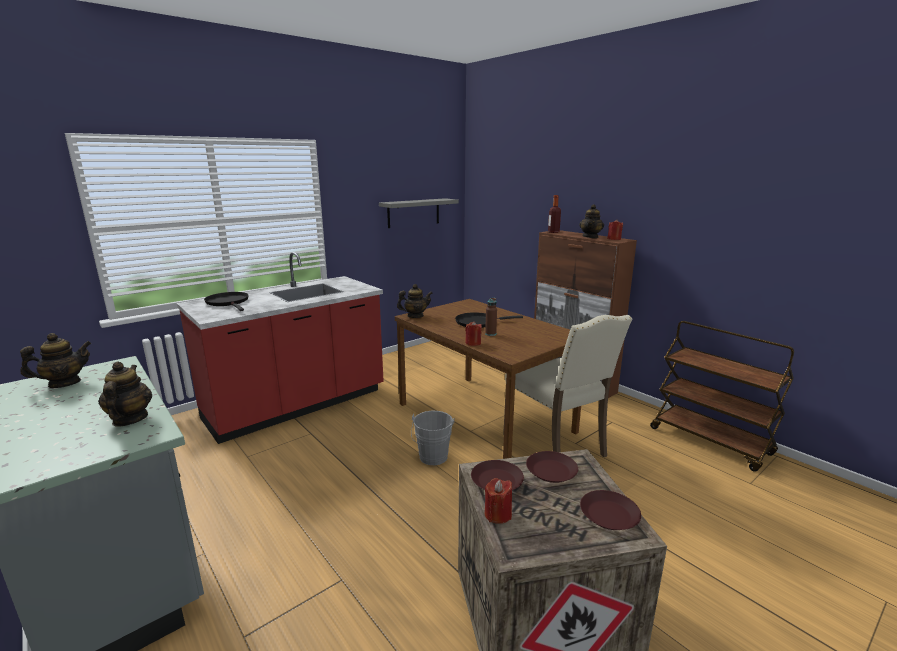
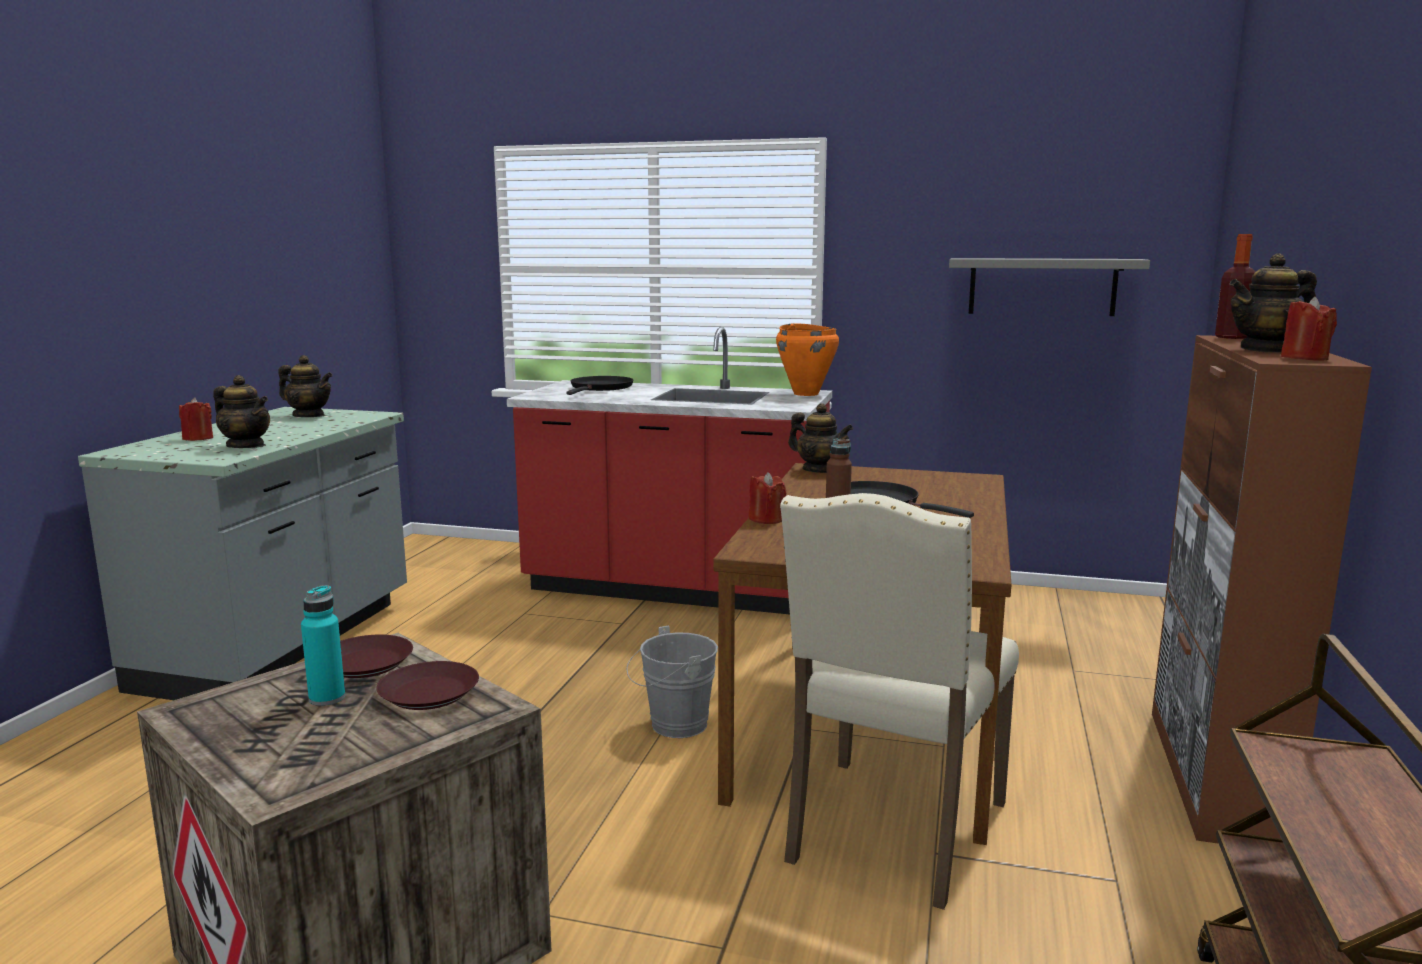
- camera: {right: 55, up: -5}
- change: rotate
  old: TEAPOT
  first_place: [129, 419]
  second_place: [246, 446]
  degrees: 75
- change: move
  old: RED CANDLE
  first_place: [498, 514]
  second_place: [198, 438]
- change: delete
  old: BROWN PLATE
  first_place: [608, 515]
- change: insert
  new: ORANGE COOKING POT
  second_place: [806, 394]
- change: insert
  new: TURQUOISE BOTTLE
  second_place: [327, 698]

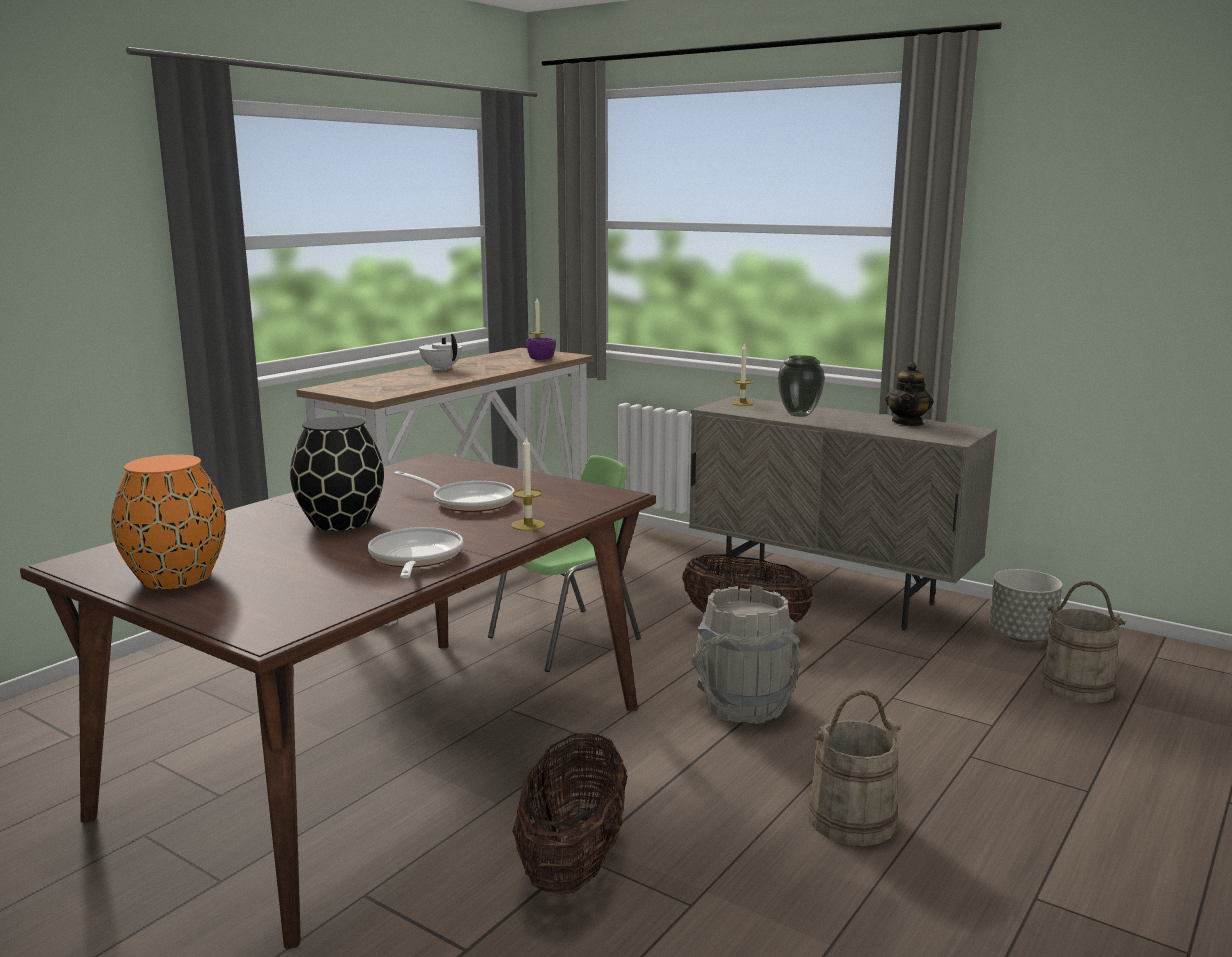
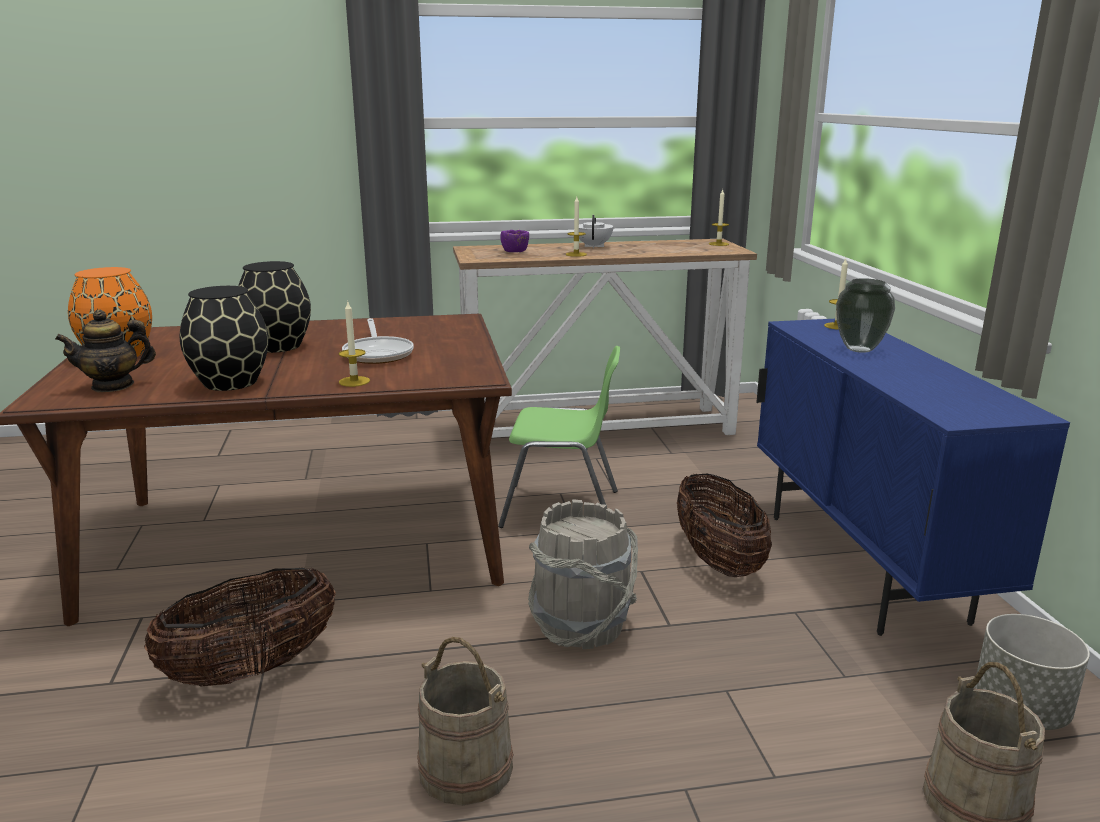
- camera: {right: 45, up: 5}
- change: move
  old: PURPLE BOWL
  first_place: [541, 359]
  second_place: [515, 251]
- change: move
  old: TEAPOT
  first_place: [908, 423]
  second_place: [113, 386]
- change: recolor
  old: BEIGE CABINET
  new: BLUE CABINET
  first_place: [828, 596]
  second_place: [863, 566]
- change: replace
  old: FRYING PAN
  new: BLACK VASE
  first_place: [414, 559]
  second_place: [229, 382]
- change: insert
  new: CANDLE
  second_place: [576, 254]

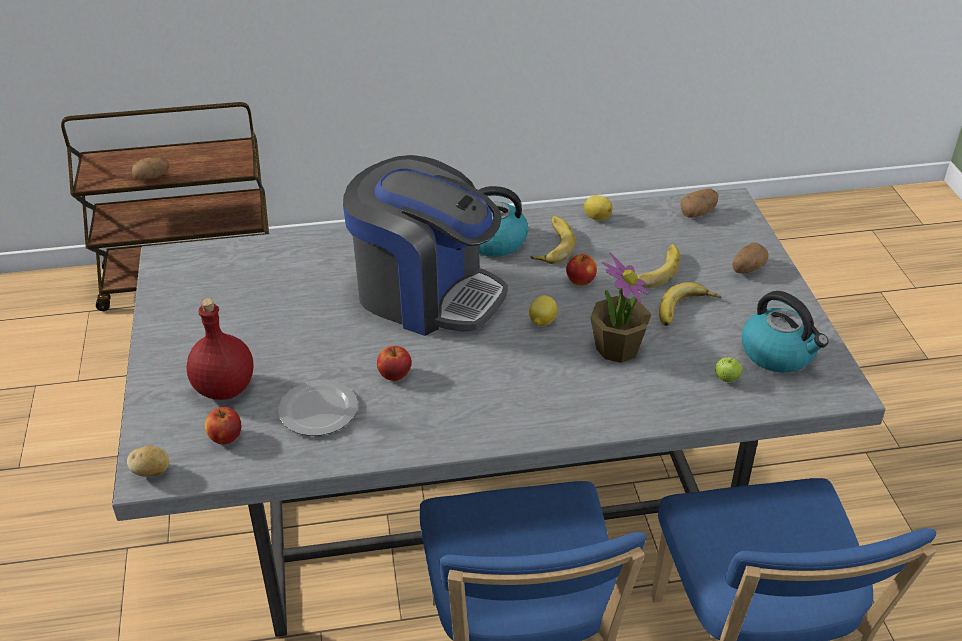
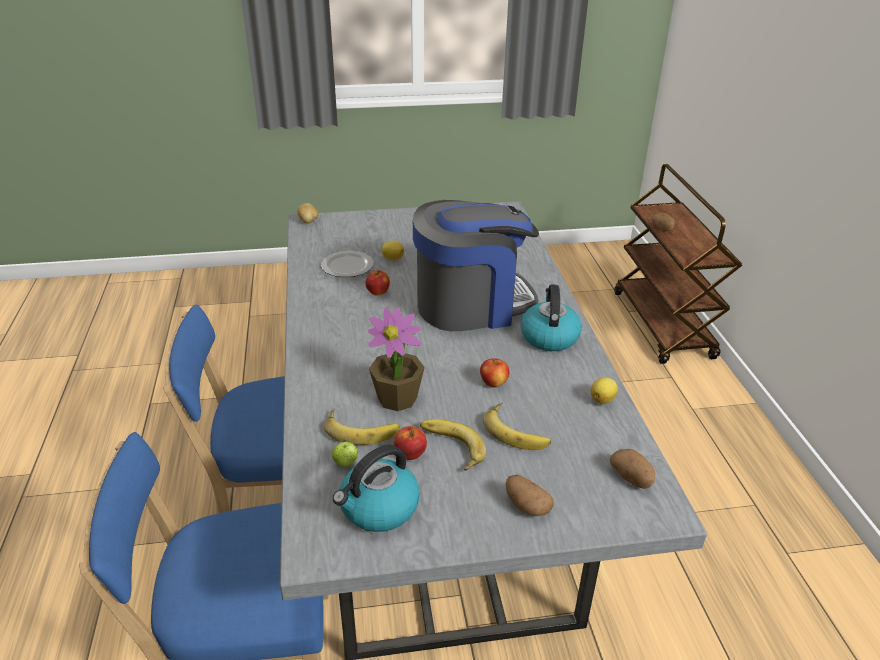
- camera: {right: 90, up: -5}
- change: rotate
  old: COFFEE MACHINE
  first_place: [426, 294]
  second_place: [472, 304]
  degrees: -135
- change: move
  old: BANANA
  first_place: [550, 244]
  second_place: [361, 428]
- change: move
  old: LEMON
  first_place: [542, 322]
  second_place: [392, 259]
- change: delete
  old: RED BOTTLE
  first_place: [225, 388]
- change: move
  old: APPLE
  first_place: [225, 438]
  second_place: [410, 454]

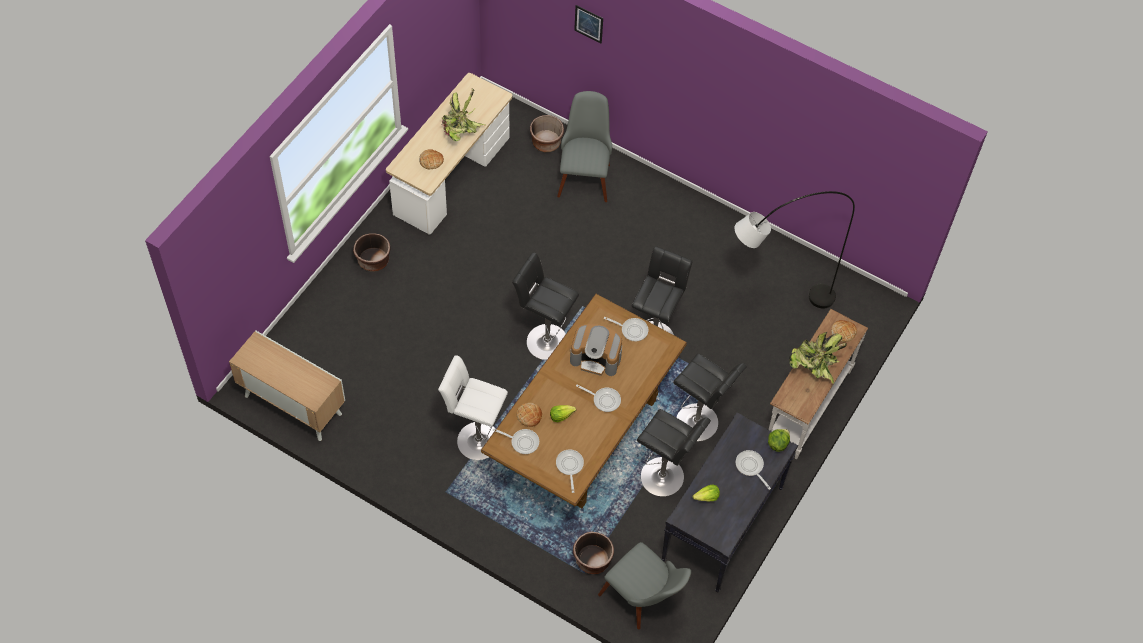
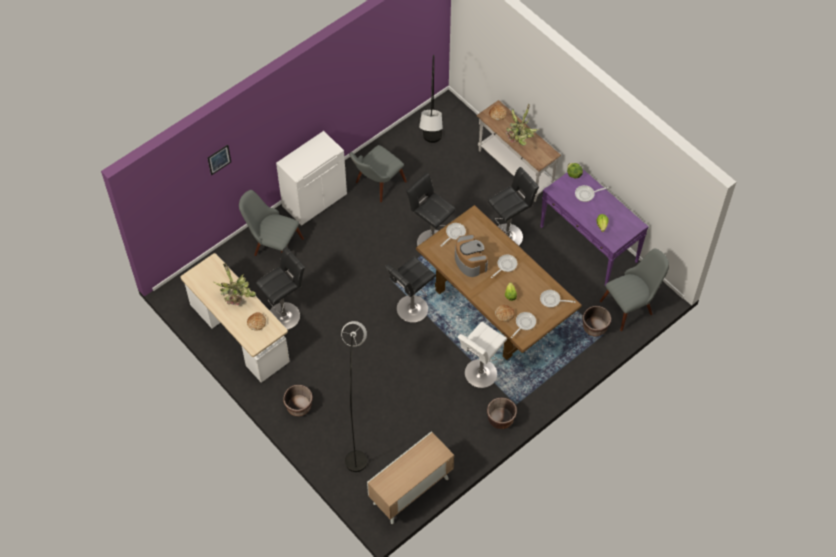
- camera: {right: -70, up: 0}
- change: move
  old: BROWN PLANTER
  first_place: [546, 142]
  second_place: [501, 419]
- change: rotate
  old: COFFEE MACHINE
  first_place: [596, 357]
  second_place: [470, 261]
  degrees: -60
- change: move
  old: BLACK STOOL
  first_place: [665, 478]
  second_place: [286, 314]
- change: recolor
  old: BLACK CONSOLE TABLE
  new: PURPLE CONSOLE TABLE
  first_place: [722, 524]
  second_place: [589, 244]
- change: insert
  new: WHITE CABINET
  second_place: [314, 200]
- change: insert
  new: GREY CHAIR
  second_place: [376, 185]
- change: insert
  new: GREY FLOOR LAMP
  second_place: [357, 423]

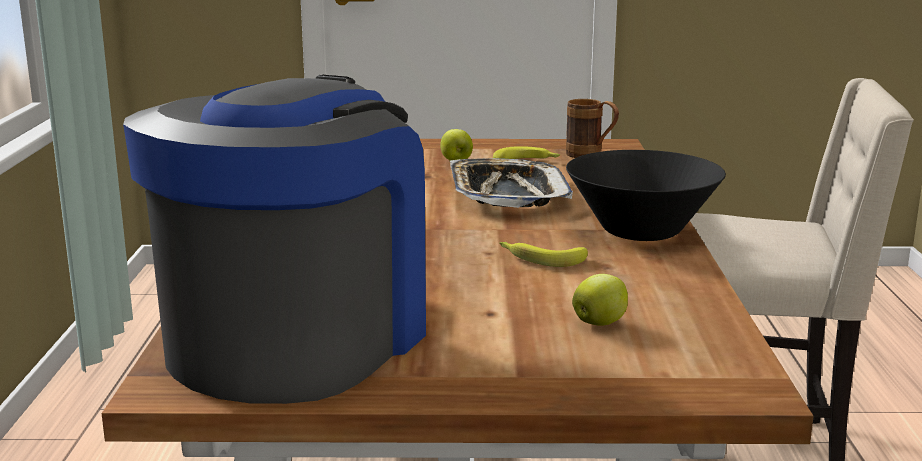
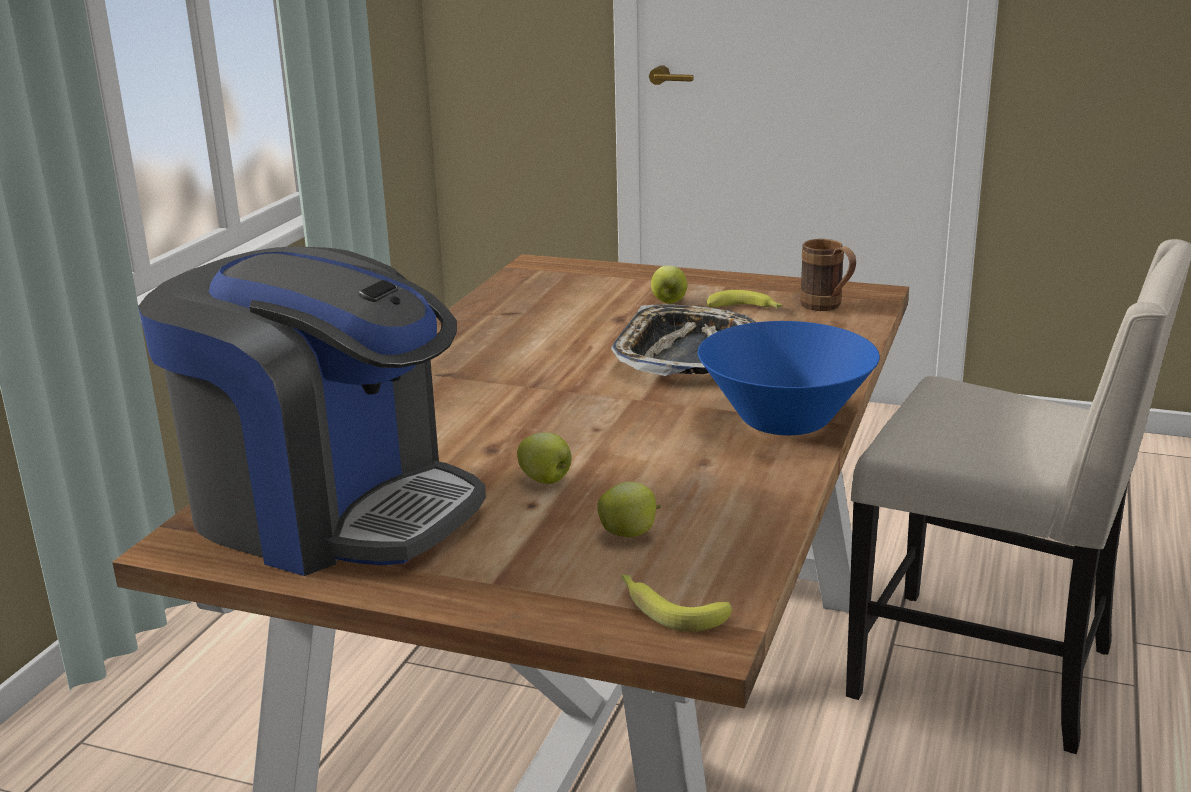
- camera: {right: 20, up: 5}
- change: rotate
  old: COFFEE MACHINE
  first_place: [298, 339]
  second_place: [329, 509]
  degrees: 75
- change: recolor
  old: BLACK BOWL
  new: BLUE BOWL
  first_place: [640, 231]
  second_place: [784, 420]
- change: move
  old: BANANA
  first_place: [540, 259]
  second_place: [668, 609]
- change: insert
  new: APPLE
  second_place: [546, 480]

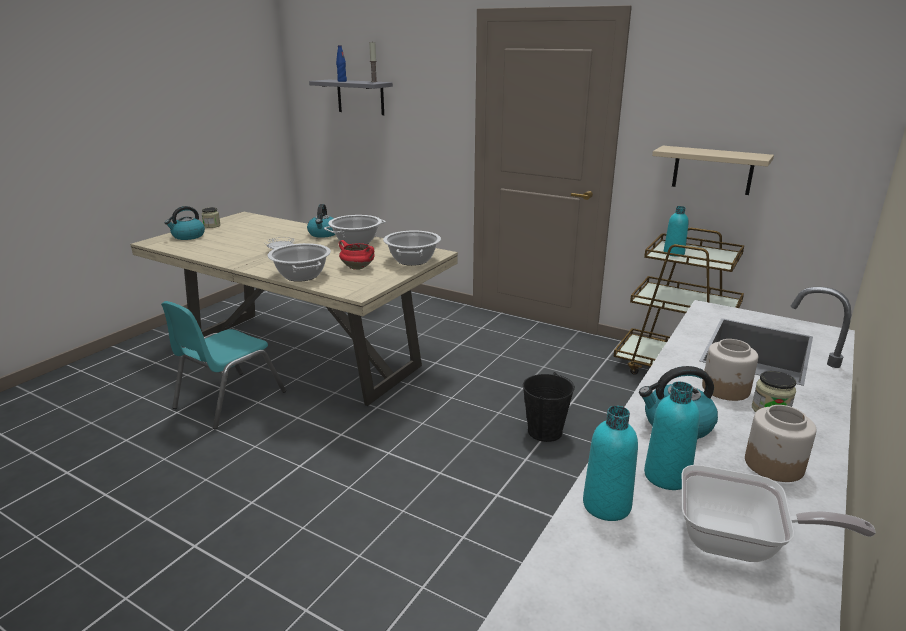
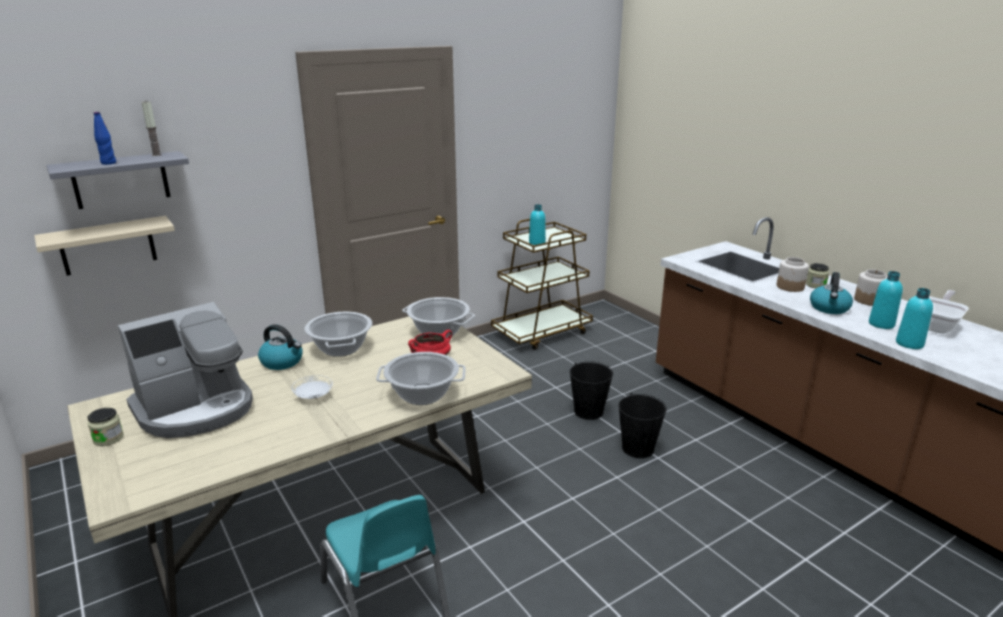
- camera: {right: -65, up: 0}
- change: move
  old: BEIGE SHELF
  first_place: [712, 170]
  second_place: [108, 246]
- change: delete
  old: KETTLE
  first_place: [188, 236]
- change: insert
  new: COFFEE MACHINE
  second_place: [196, 409]
- change: insert
  new: BLACK BUCKET
  second_place: [637, 448]

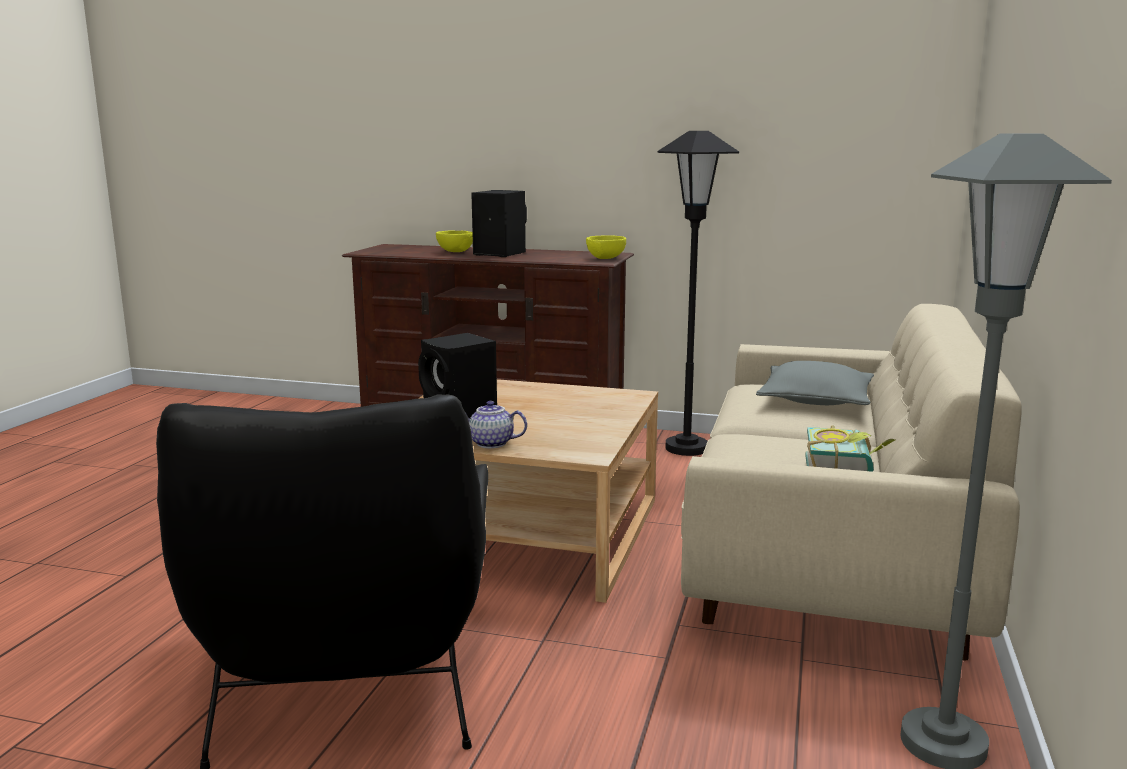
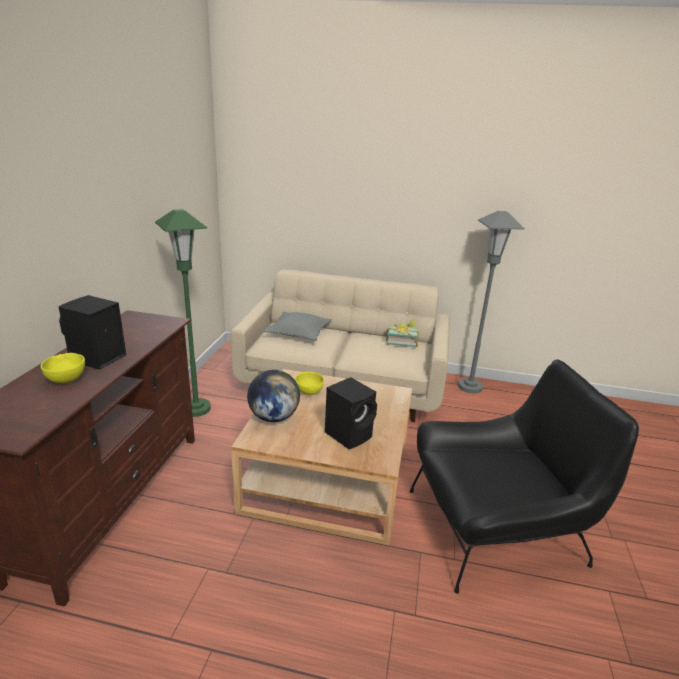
- camera: {right: -95, up: 10}
- change: recolor
  old: BLACK FLOOR LAMP
  new: GREEN FLOOR LAMP
  first_place: [686, 448]
  second_place: [196, 409]
- change: move
  old: YELLOW BOWL
  first_place: [605, 258]
  second_place: [308, 392]
- change: delete
  old: TEAPOT
  first_place: [490, 444]
- change: insert
  new: GLOBE
  second_place: [273, 417]

